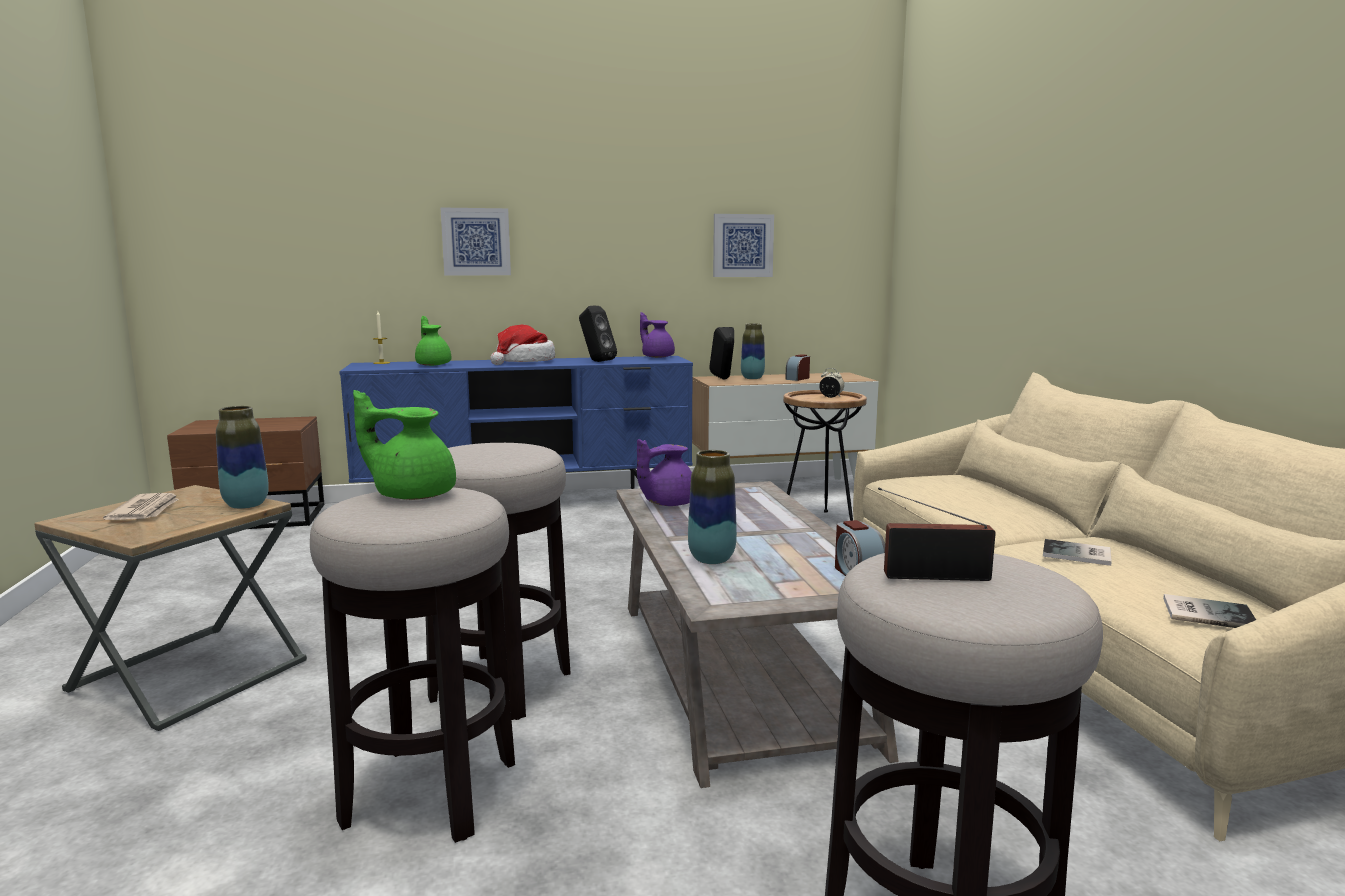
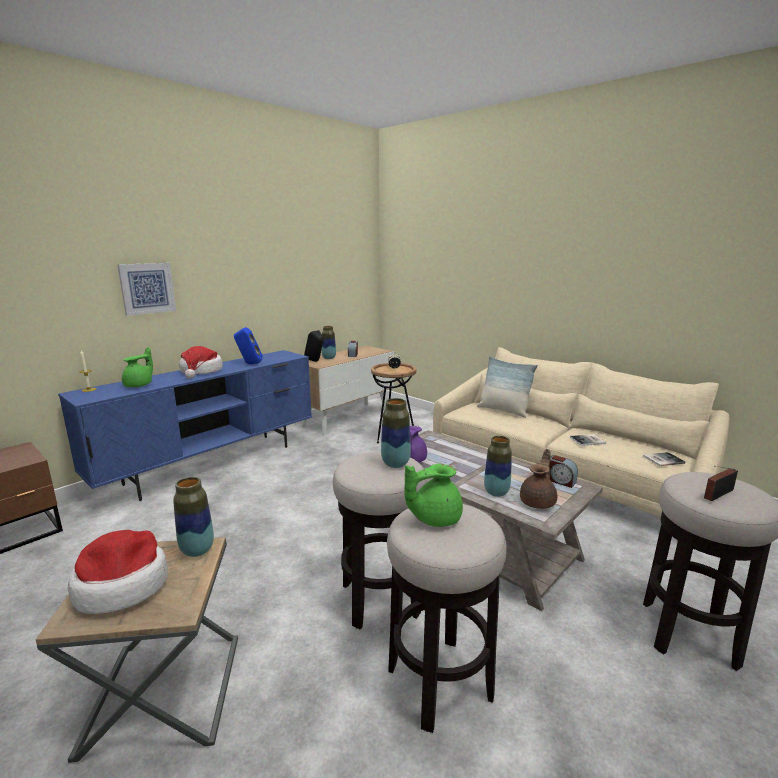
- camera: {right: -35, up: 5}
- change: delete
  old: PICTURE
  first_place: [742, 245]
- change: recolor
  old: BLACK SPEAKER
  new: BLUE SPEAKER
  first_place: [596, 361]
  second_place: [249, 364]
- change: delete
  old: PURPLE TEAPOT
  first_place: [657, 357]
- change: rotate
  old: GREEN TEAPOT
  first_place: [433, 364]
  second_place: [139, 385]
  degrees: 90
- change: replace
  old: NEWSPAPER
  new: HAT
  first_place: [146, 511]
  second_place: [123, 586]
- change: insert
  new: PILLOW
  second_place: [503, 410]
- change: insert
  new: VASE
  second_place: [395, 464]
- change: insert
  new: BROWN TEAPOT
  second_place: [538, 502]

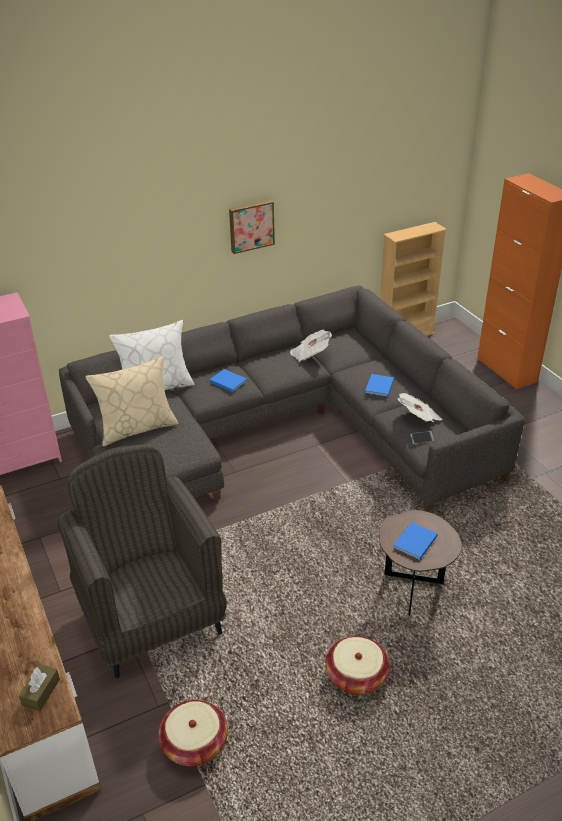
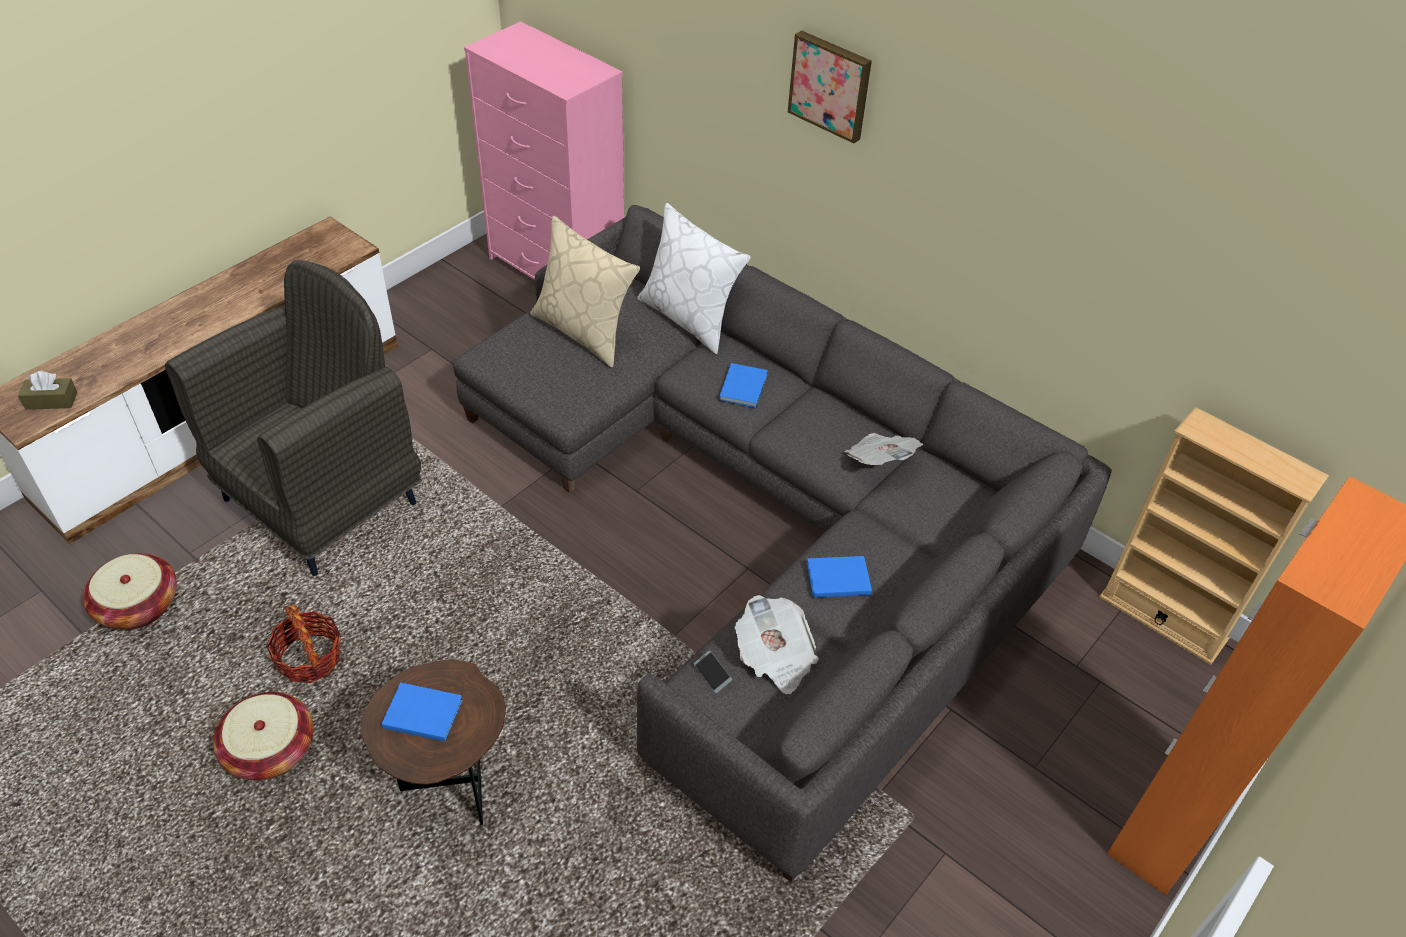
- camera: {right: 65, up: 10}
- change: move
  old: PICTURE
  first_place: [251, 226]
  second_place: [831, 85]
- change: insert
  new: BASKET
  second_place: [310, 659]

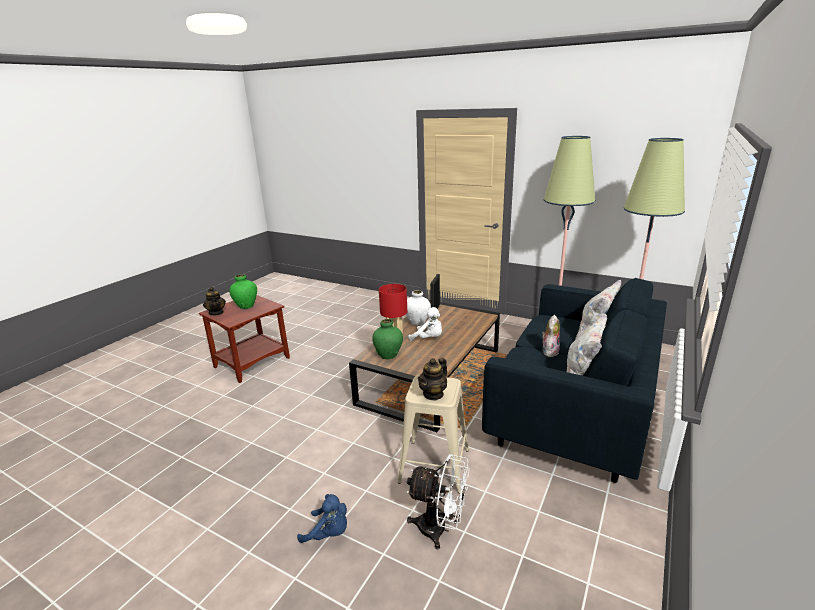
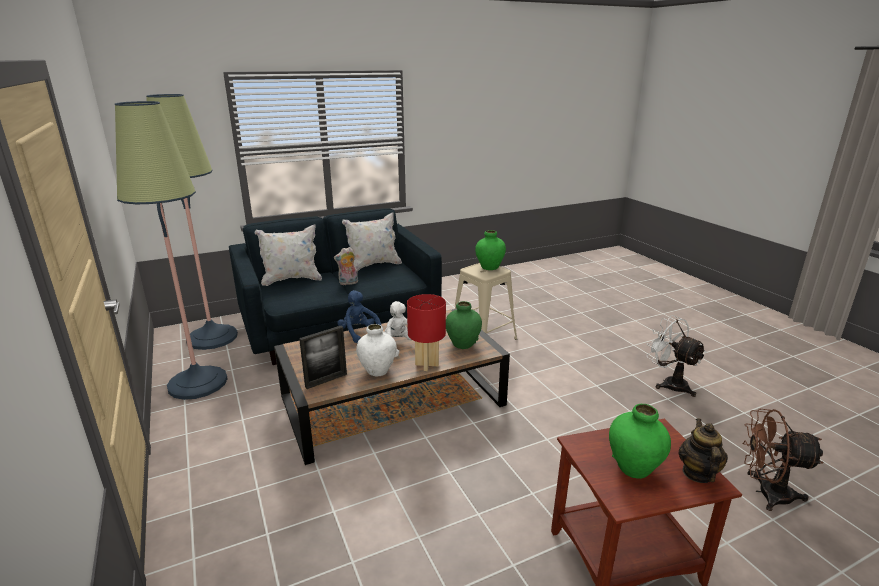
- camera: {right: -145, up: 0}
- change: replace
  old: TEAPOT
  new: GREEN VASE
  first_place: [433, 394]
  second_place: [489, 267]
- change: move
  old: WHITE FAN
  first_place: [440, 529]
  second_place: [669, 383]
- change: move
  old: BLUE PLUSH TOY
  first_place: [328, 533]
  second_place: [359, 333]
- change: insert
  new: BROWN FAN
  second_place: [765, 493]

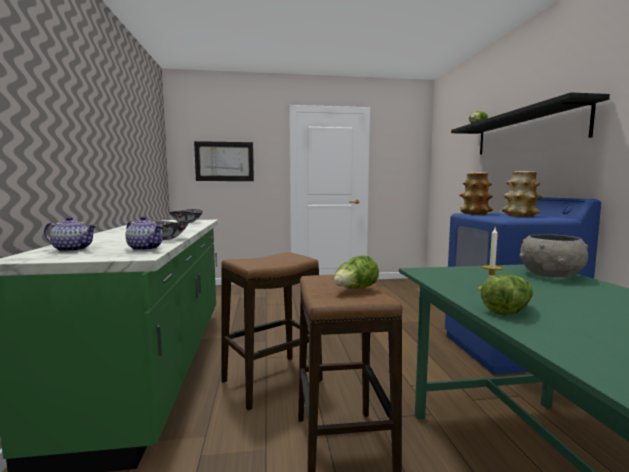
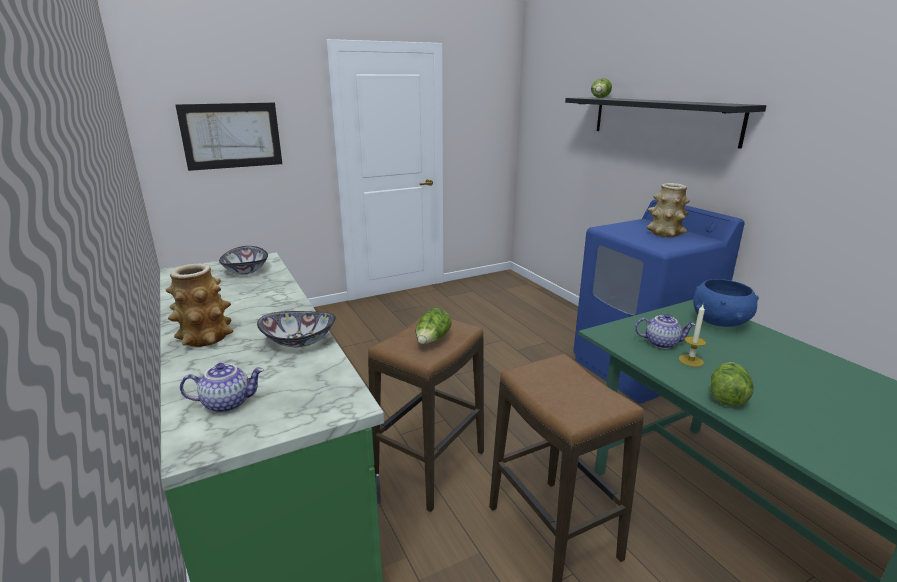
- camera: {right: -20, up: 15}
- change: move
  old: VASE
  first_place: [475, 213]
  second_place: [205, 337]
- change: move
  old: TEAPOT
  first_place: [146, 248]
  second_place: [661, 343]
- change: recolor
  old: GREY BOWL
  new: BLUE BOWL
  first_place: [550, 275]
  second_place: [720, 322]
- change: move
  old: LETTUCE
  first_place: [355, 289]
  second_place: [432, 340]

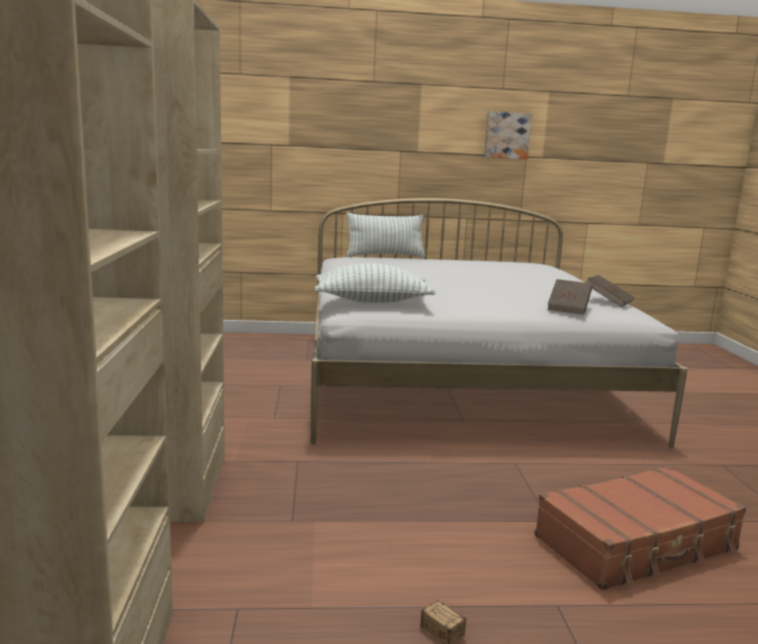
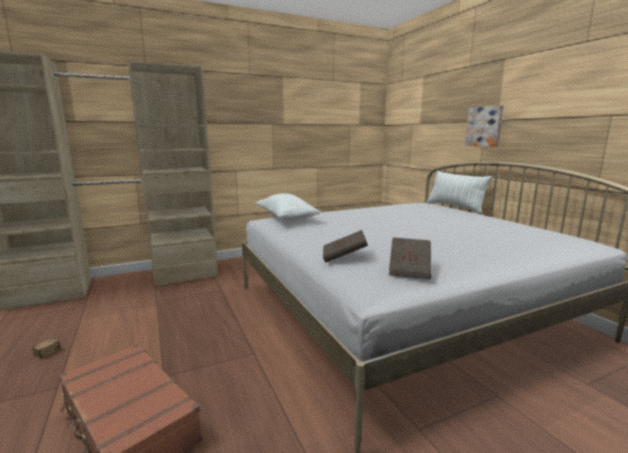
- camera: {right: 70, up: 0}
- change: move
  old: PICTURE
  first_place: [507, 135]
  second_place: [484, 126]

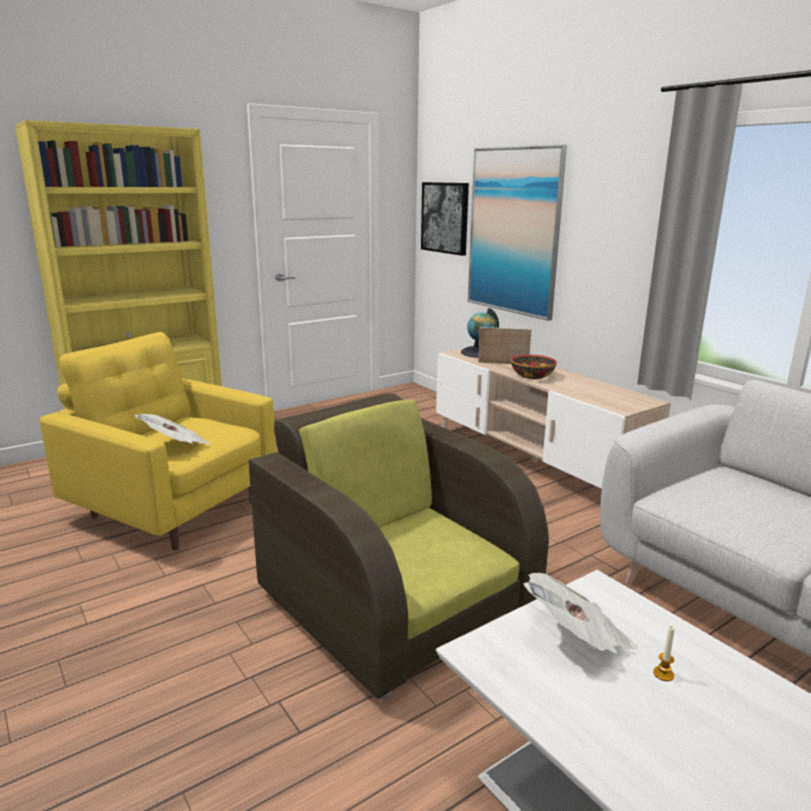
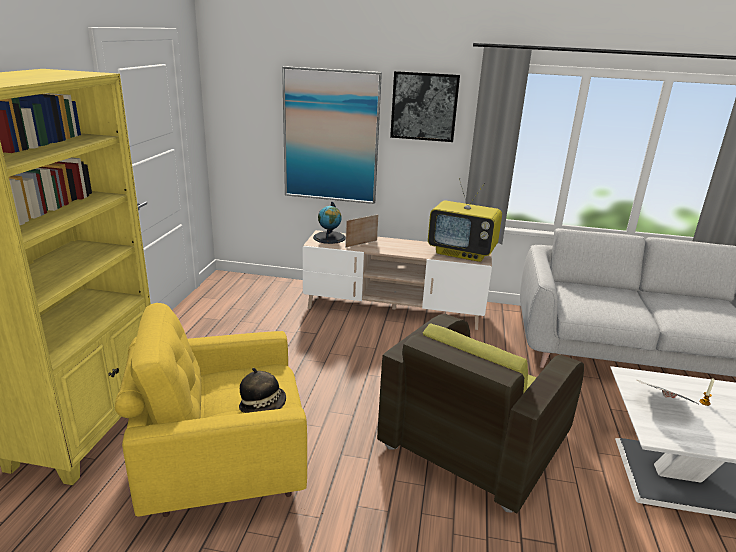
- camera: {right: -45, up: 5}
- change: move
  old: PICTURE
  first_place: [445, 217]
  second_place: [424, 106]
- change: delete
  old: BOWL
  first_place: [532, 376]
- change: rotate
  old: BROWN ARMCHAIR
  first_place: [396, 601]
  second_place: [474, 441]
  degrees: -60
- change: replace
  old: NEWSPAPER
  new: HAT
  first_place: [175, 446]
  second_place: [263, 406]
- change: insert
  new: TELEVISION
  second_place: [462, 253]

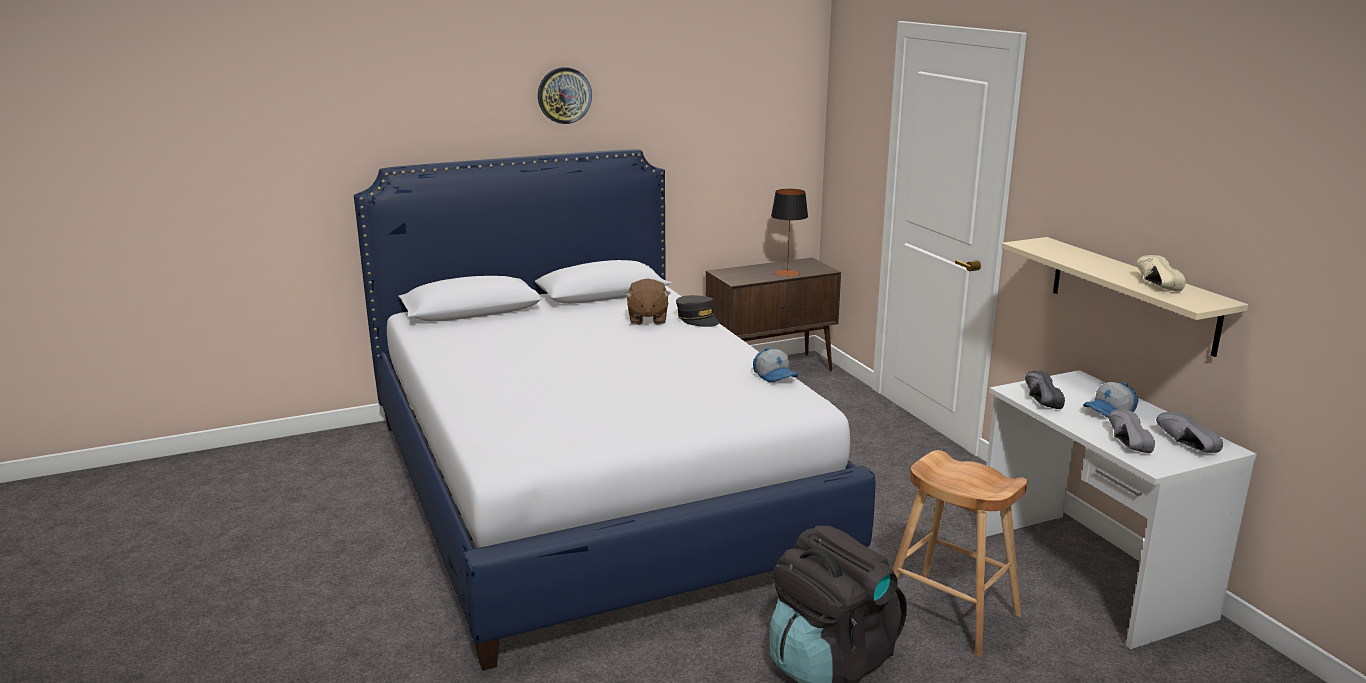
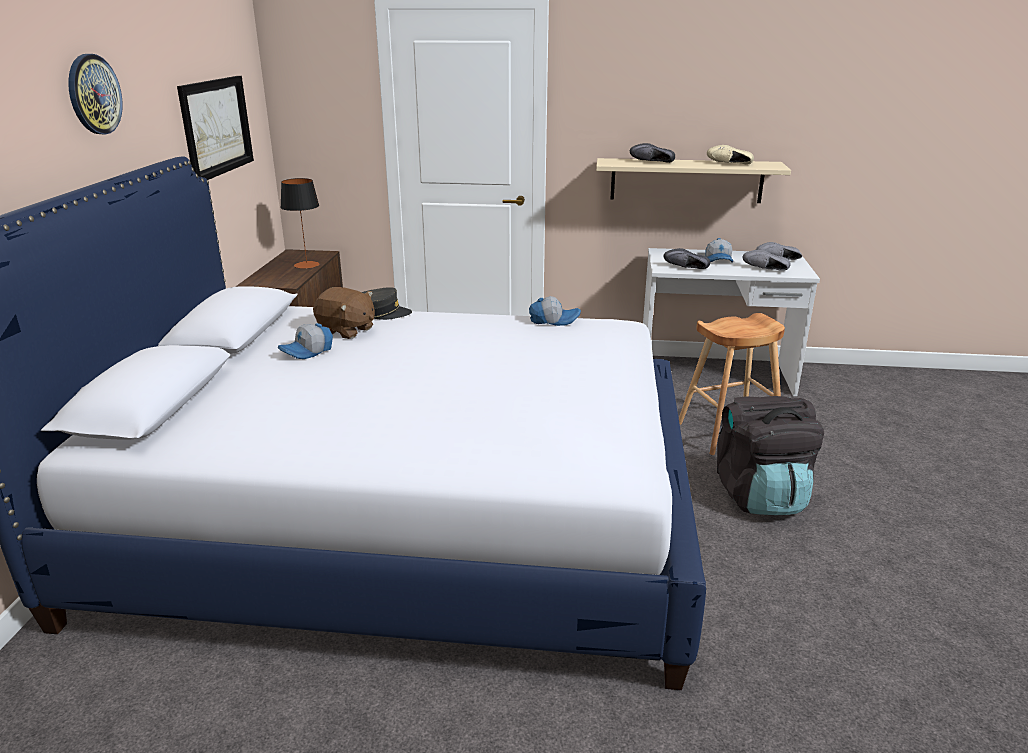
- camera: {right: -60, up: 5}
- change: insert
  new: PICTURE
  second_place: [216, 127]
- change: insert
  new: BLACK SHOE
  second_place: [651, 162]
- change: insert
  new: CAP
  second_place: [308, 352]

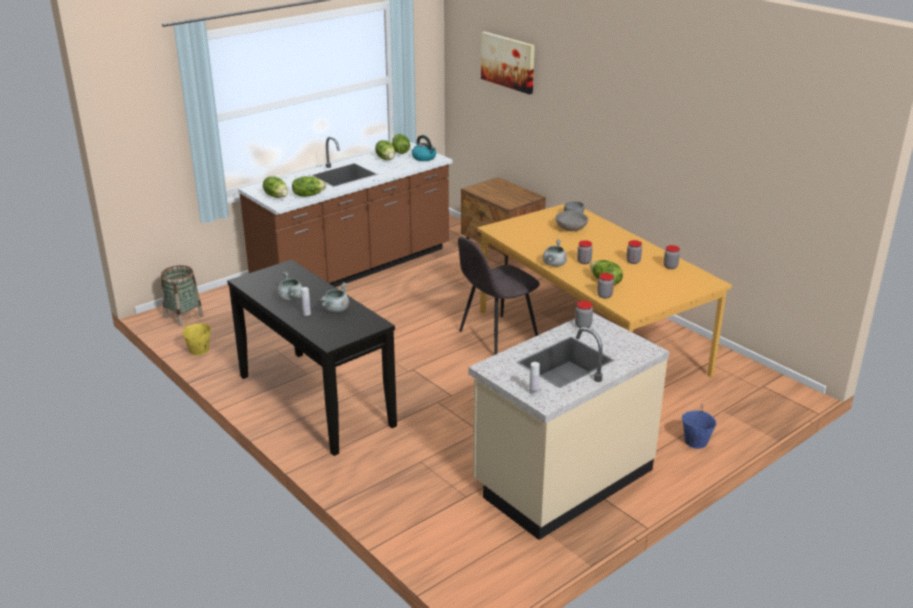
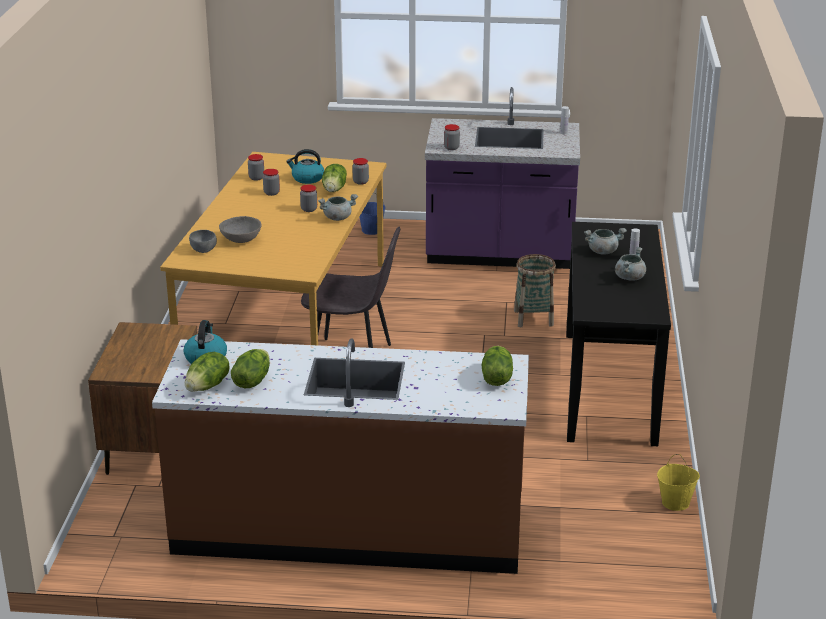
- camera: {right: -135, up: 0}
- change: delete
  old: PICTURE
  first_place: [508, 62]
- change: delete
  old: LETTUCE
  first_place: [308, 195]
- change: move
  old: BASKET
  first_place: [184, 316]
  second_place: [533, 318]
- change: recolor
  old: BEIGE COUNTER
  new: PURPLE COUNTER
  first_place: [562, 478]
  second_place: [500, 254]
- change: insert
  new: KETTLE
  second_place: [307, 178]

